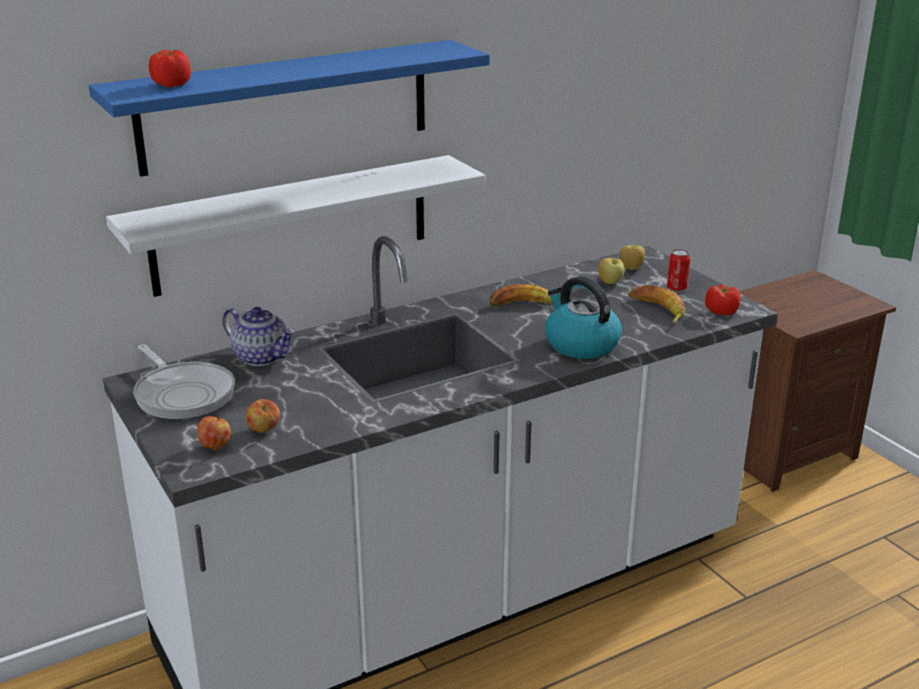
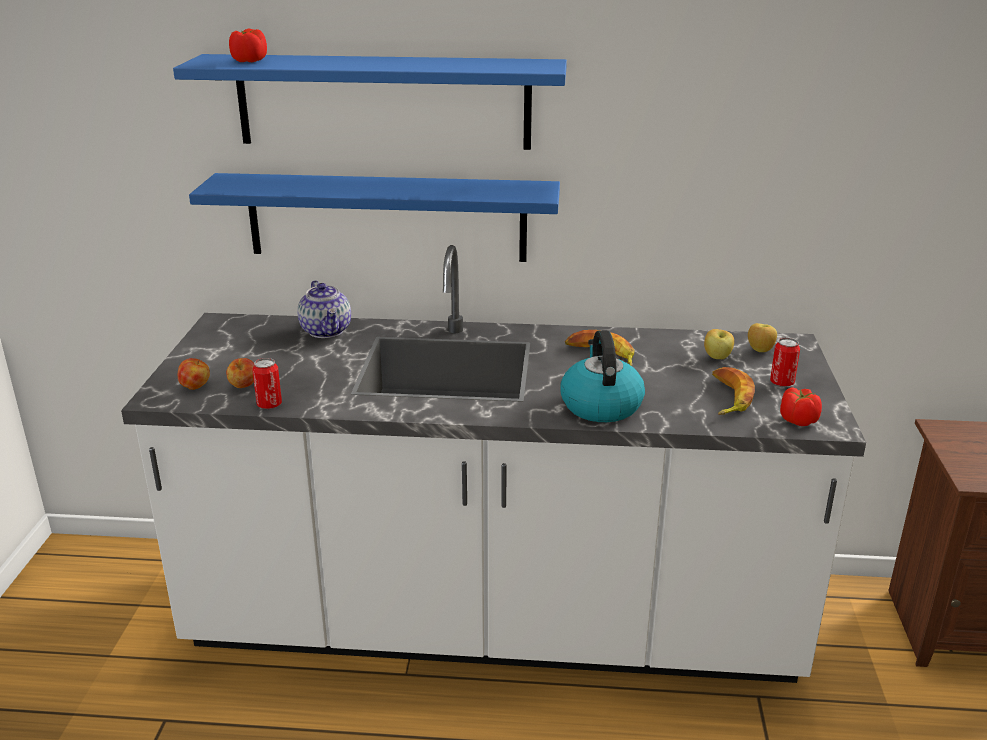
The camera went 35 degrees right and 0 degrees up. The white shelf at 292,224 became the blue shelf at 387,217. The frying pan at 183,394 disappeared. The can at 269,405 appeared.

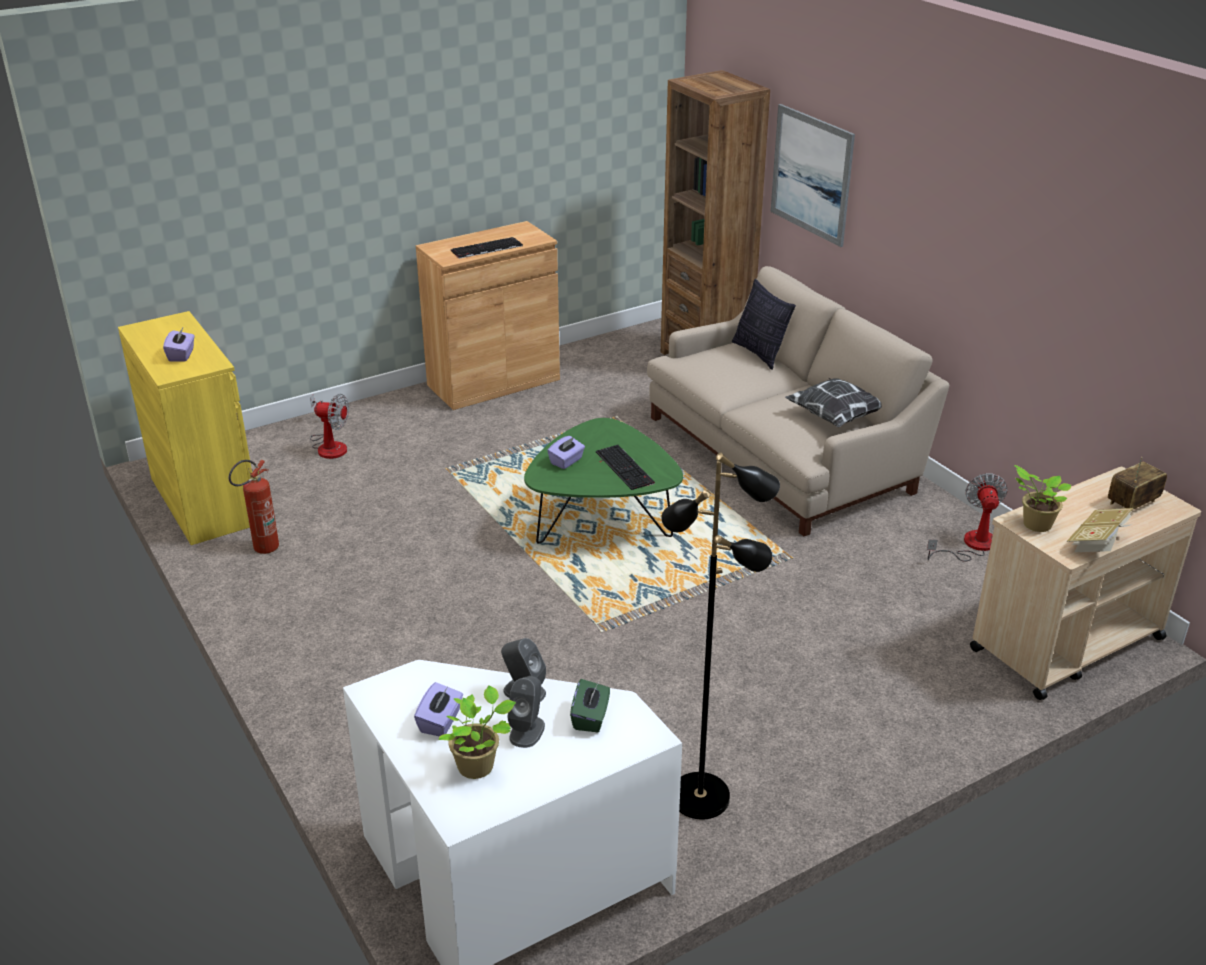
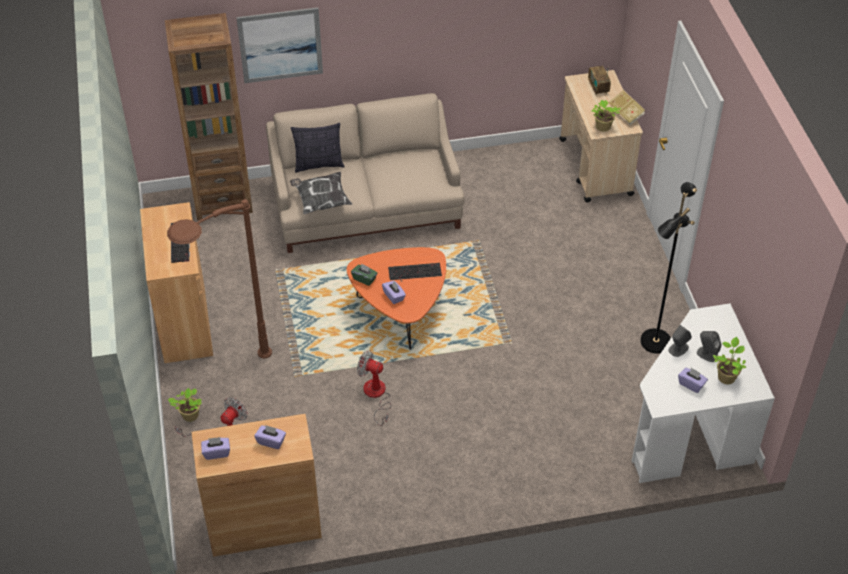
The camera went 70 degrees left and 15 degrees up. The yellow cabinet at 204,501 became the brown cabinet at 264,524. The fire extinguisher at 261,550 disappeared. The green coffee table at 602,522 became the orange coffee table at 401,312. The green tissue box moved from 590,718 to 364,279. The pillow moved from 836,416 to 321,201. The fan moved from 971,545 to 376,395. The brown floor lamp at 227,376 appeared. The potted plant at 189,416 appeared. The purple tissue box at 216,452 appeared.

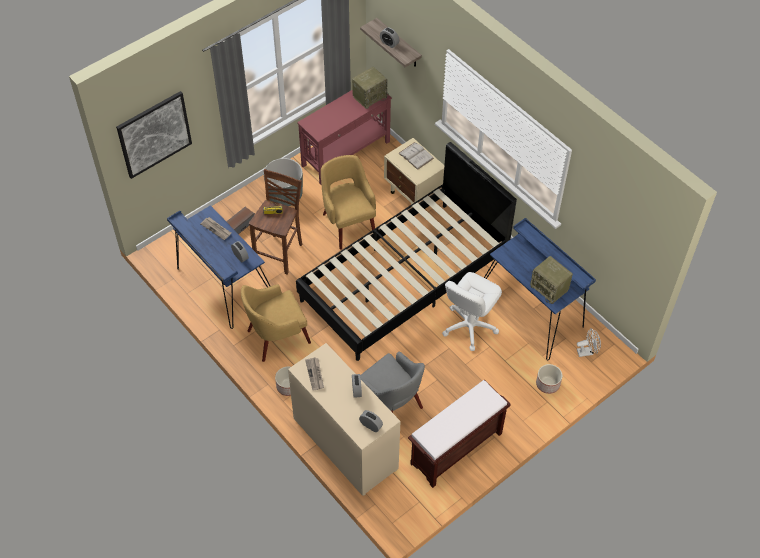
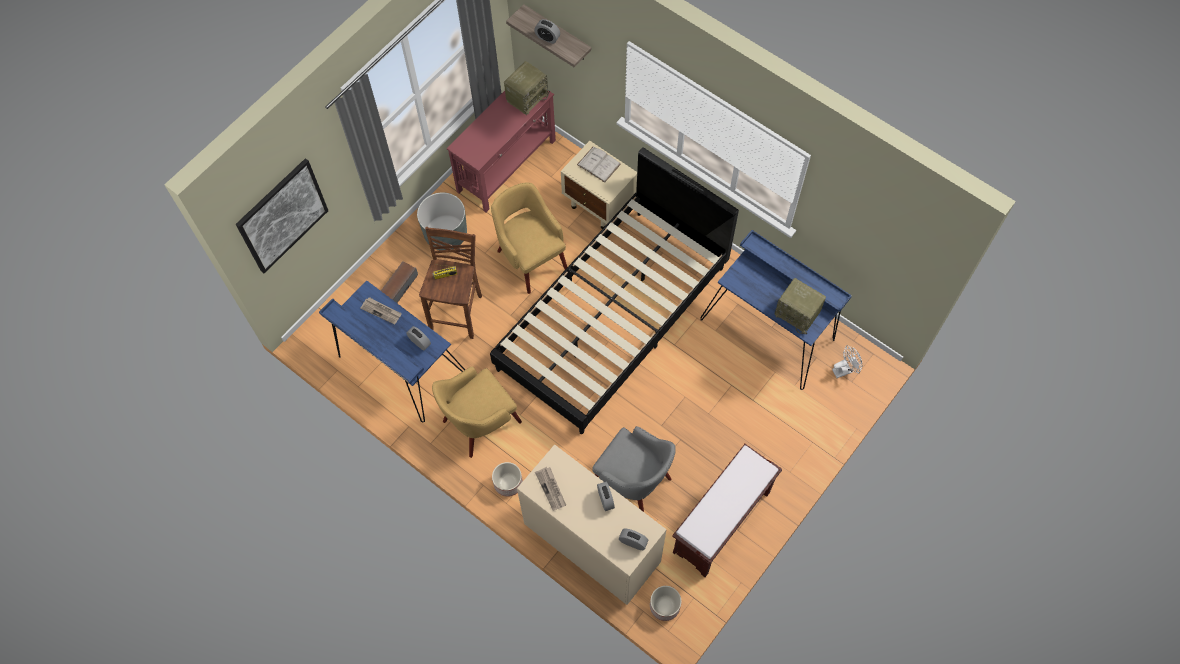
The camera went 10 degrees left and 10 degrees up. The white office chair at 469,326 disappeared. The planter moved from 547,384 to 664,606.

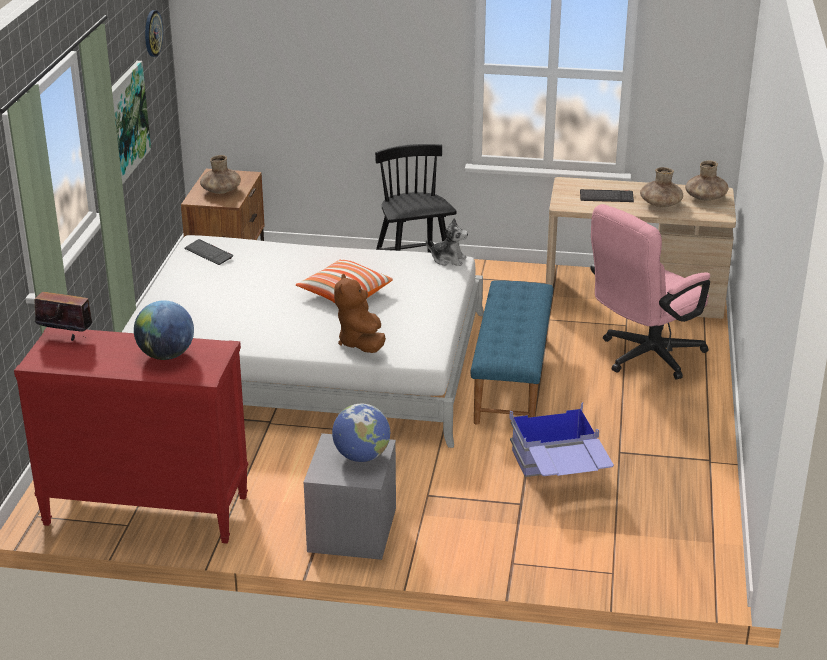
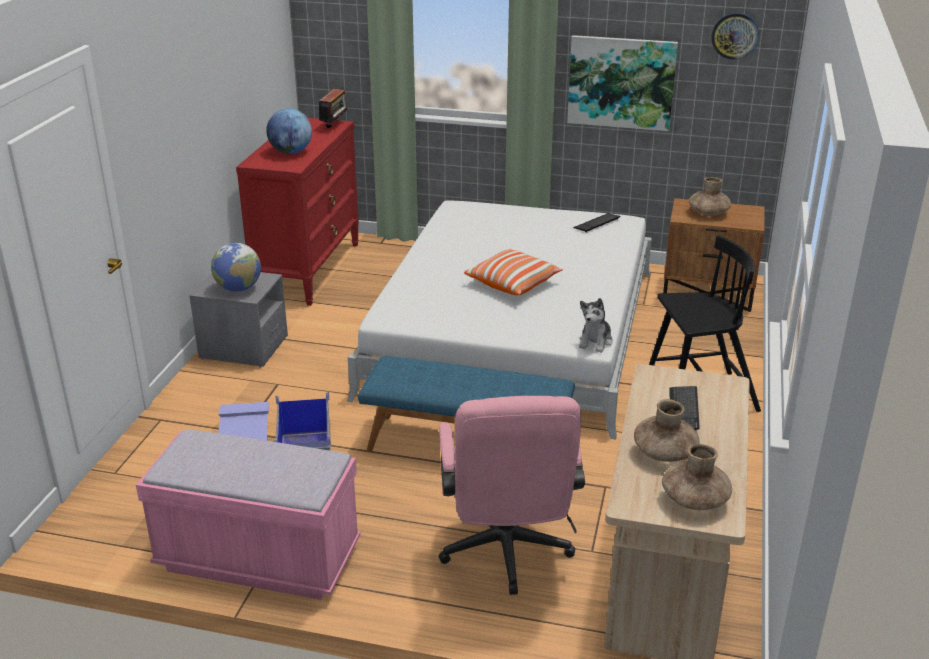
The camera went 95 degrees right and 0 degrees up. The brown plush toy at 361,343 disappeared. The pink office chair at 644,357 turned 150 degrees counterclockwise. The pink bench at 258,558 appeared.

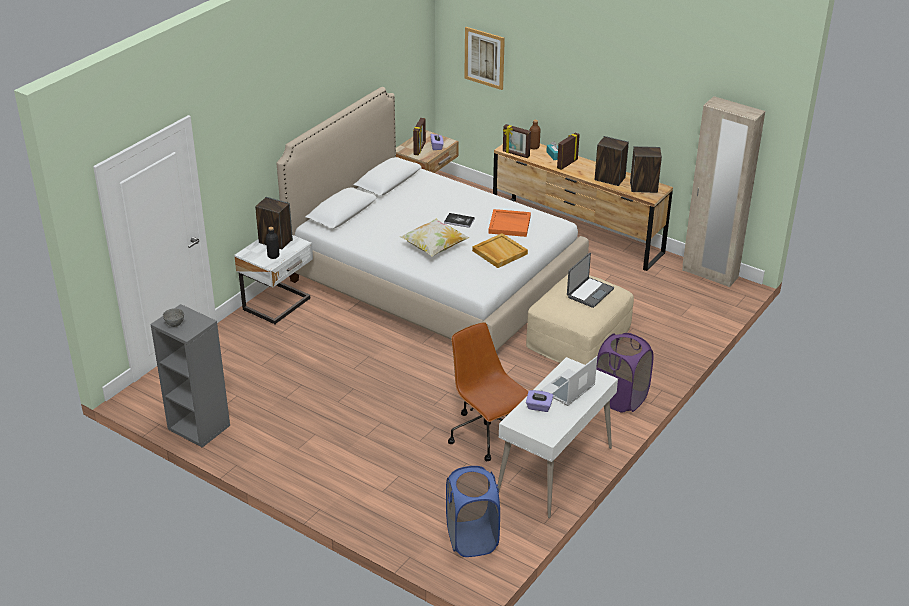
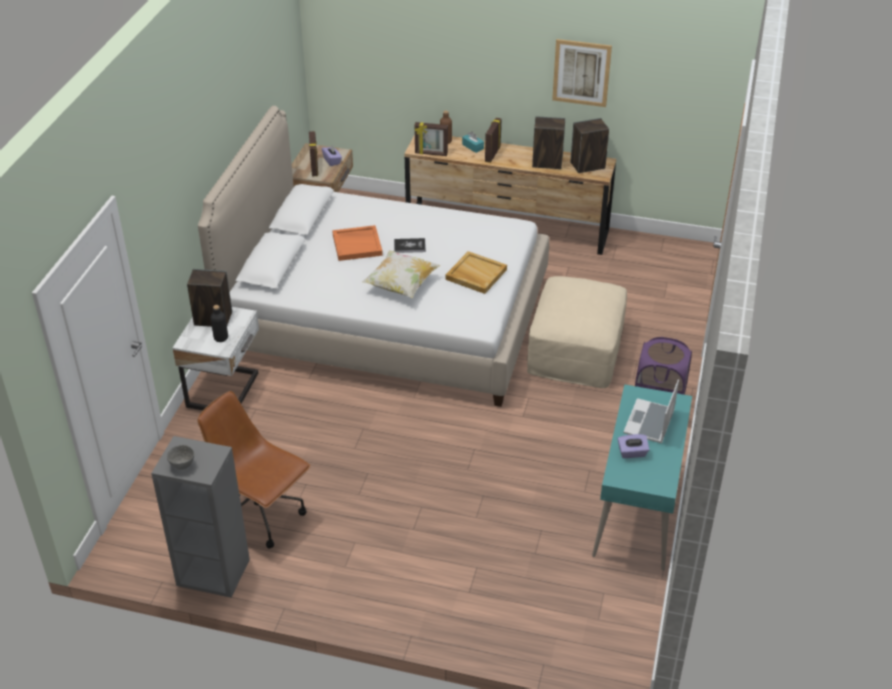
The camera went 20 degrees left and 5 degrees up. The blue laundry basket at 471,539 disappeared. The brown office chair moved from 487,435 to 261,515. The picture moved from 484,58 to 581,73. The orange tray moved from 510,224 to 357,245. The white desk at 555,470 became the turquoise desk at 638,511. The laptop at 589,293 disappeared. The beige wardrobe at 709,274 disappeared.

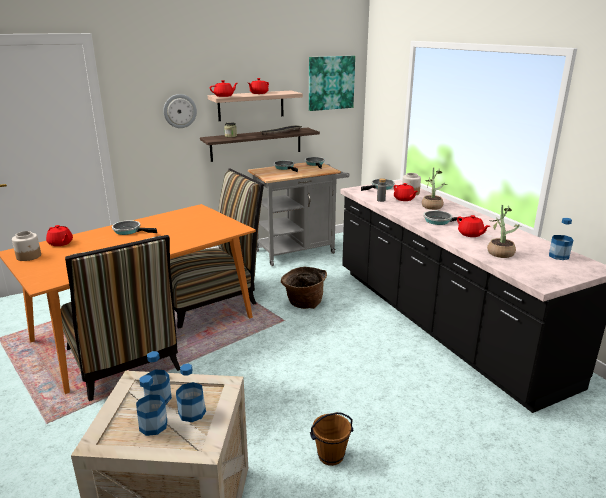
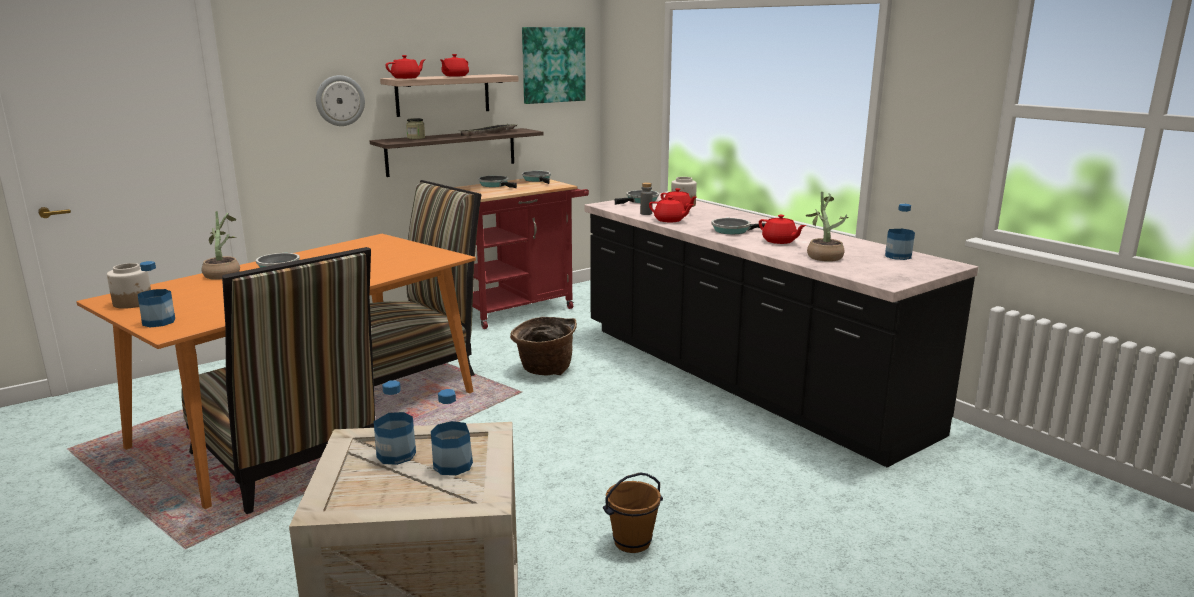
The camera went 10 degrees left and 5 degrees down. The red teapot moved from 60,243 to 670,220. The bottle moved from 153,425 to 159,322. The grey cart at 299,251 became the red cart at 520,308. The potted plant moved from 431,206 to 223,274.

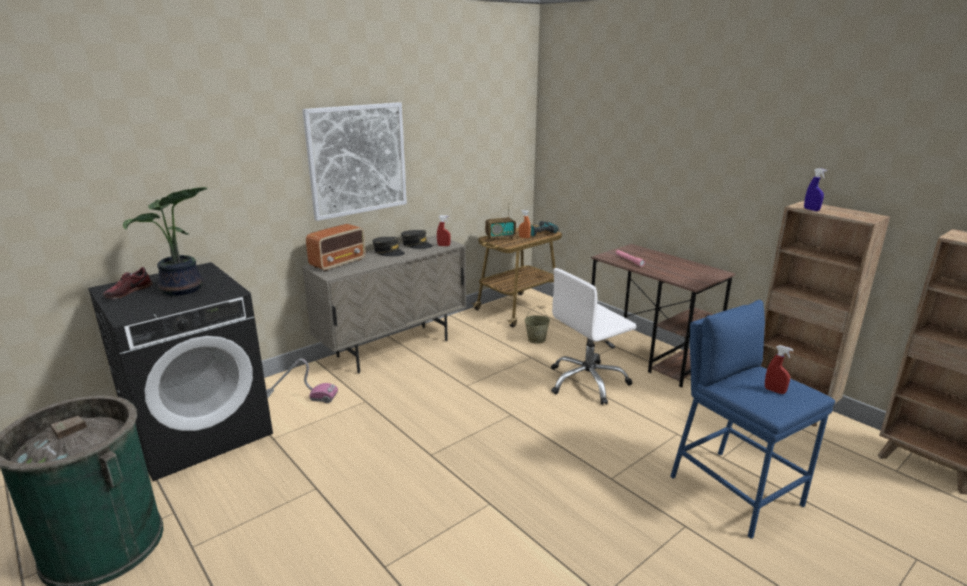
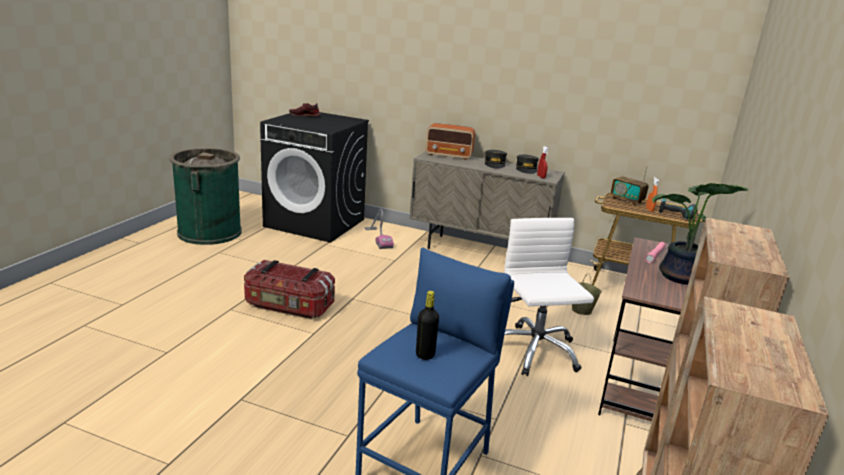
The camera went 60 degrees right and 0 degrees up. The potted plant moved from 182,290 to 680,278. The picture at 357,160 disappeared. The white office chair at 587,382 turned 45 degrees clockwise. The red spray bottle at 774,391 was replaced by the black bottle at 425,354. The blue spray bottle at 811,210 disappeared. The storage box at 289,306 appeared.

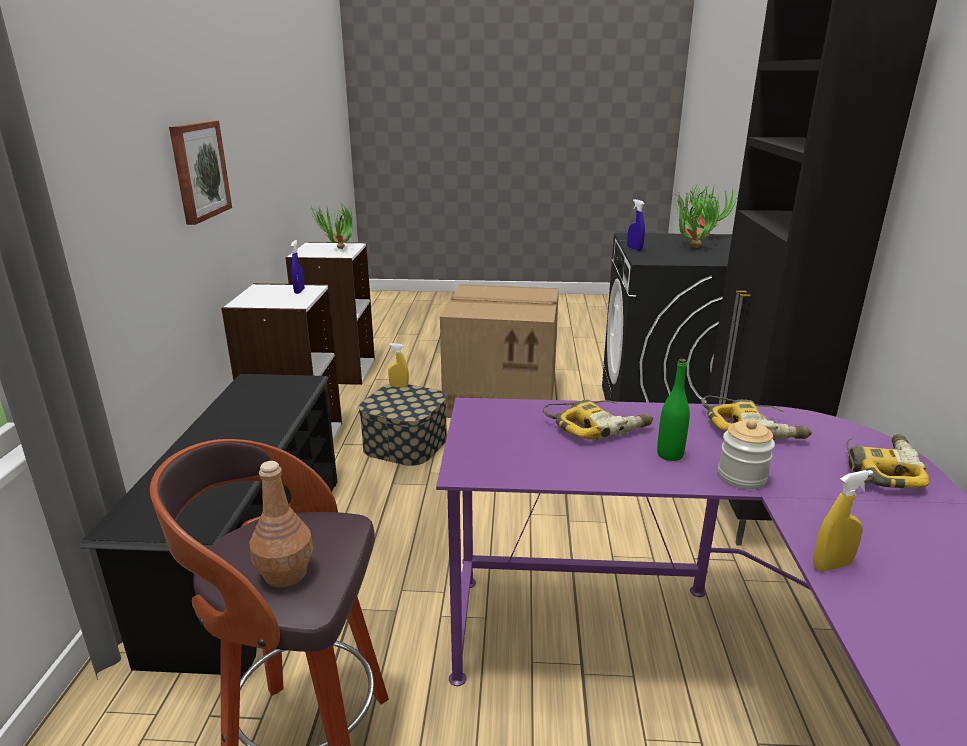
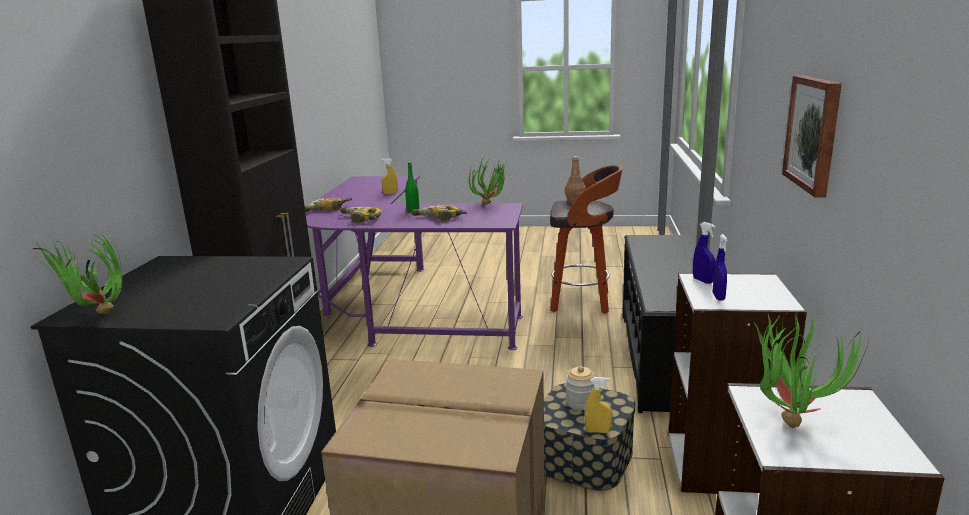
The camera went 175 degrees left and 5 degrees down. The blue spray bottle moved from 634,249 to 702,281. The potted plant moved from 689,248 to 491,204. The jar moved from 741,477 to 580,402.

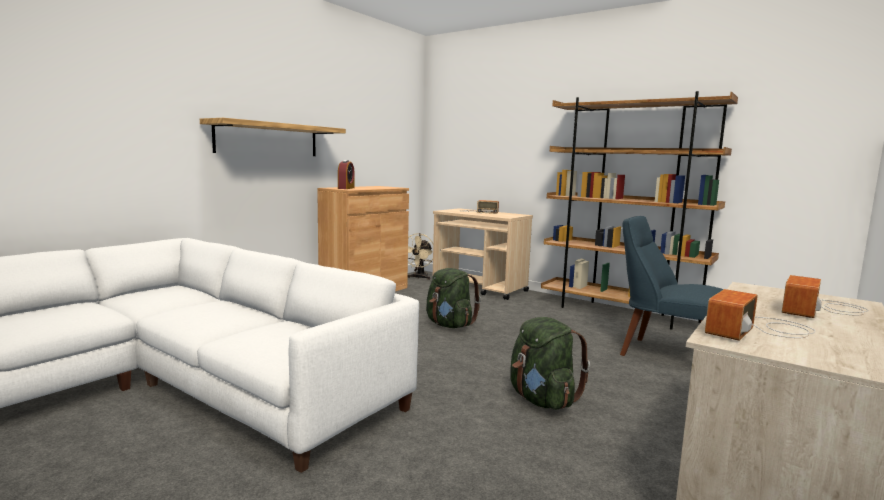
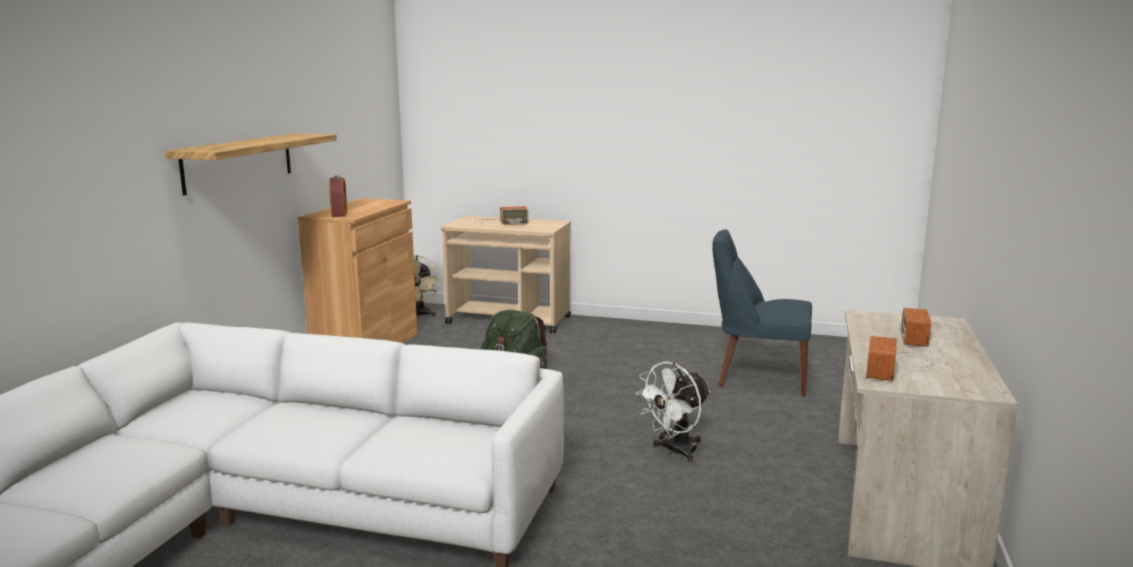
The camera went 20 degrees left and 5 degrees up. The green backpack at 542,400 was replaced by the white fan at 675,451. The brown bookcase at 620,313 disappeared.

